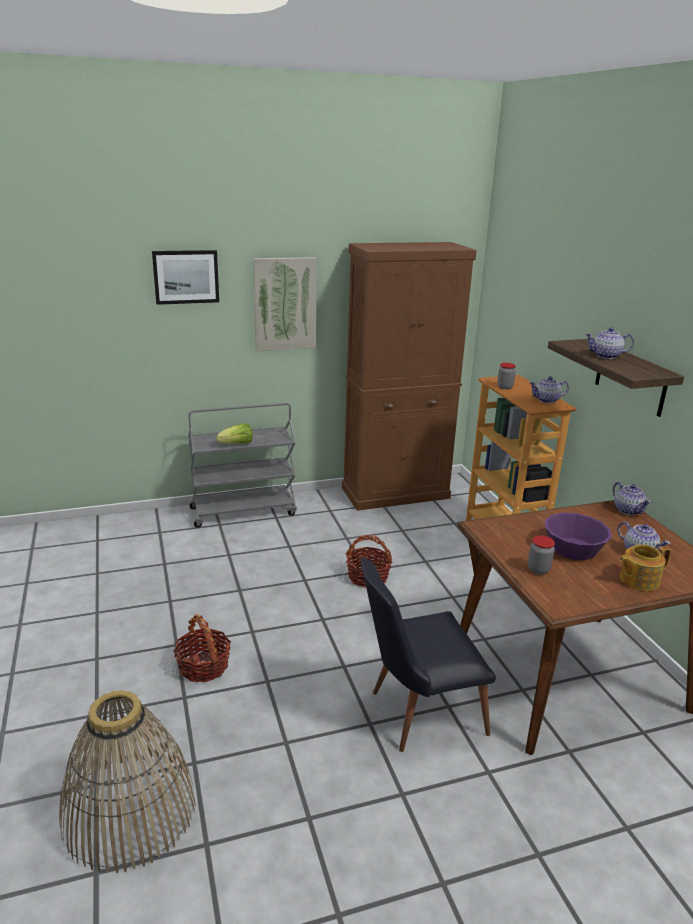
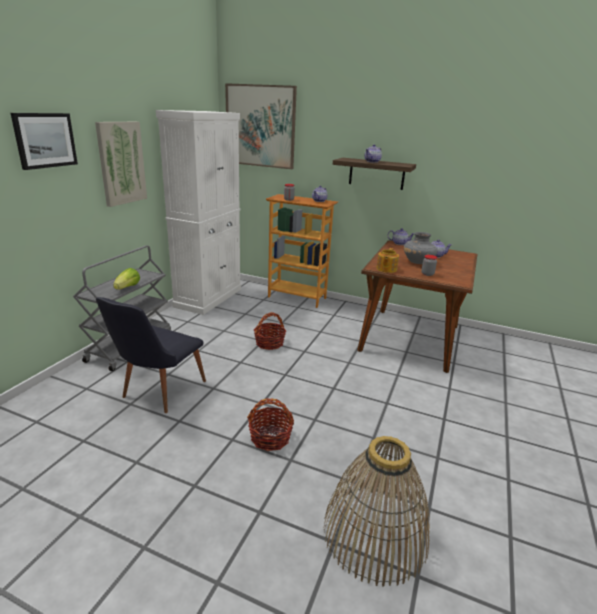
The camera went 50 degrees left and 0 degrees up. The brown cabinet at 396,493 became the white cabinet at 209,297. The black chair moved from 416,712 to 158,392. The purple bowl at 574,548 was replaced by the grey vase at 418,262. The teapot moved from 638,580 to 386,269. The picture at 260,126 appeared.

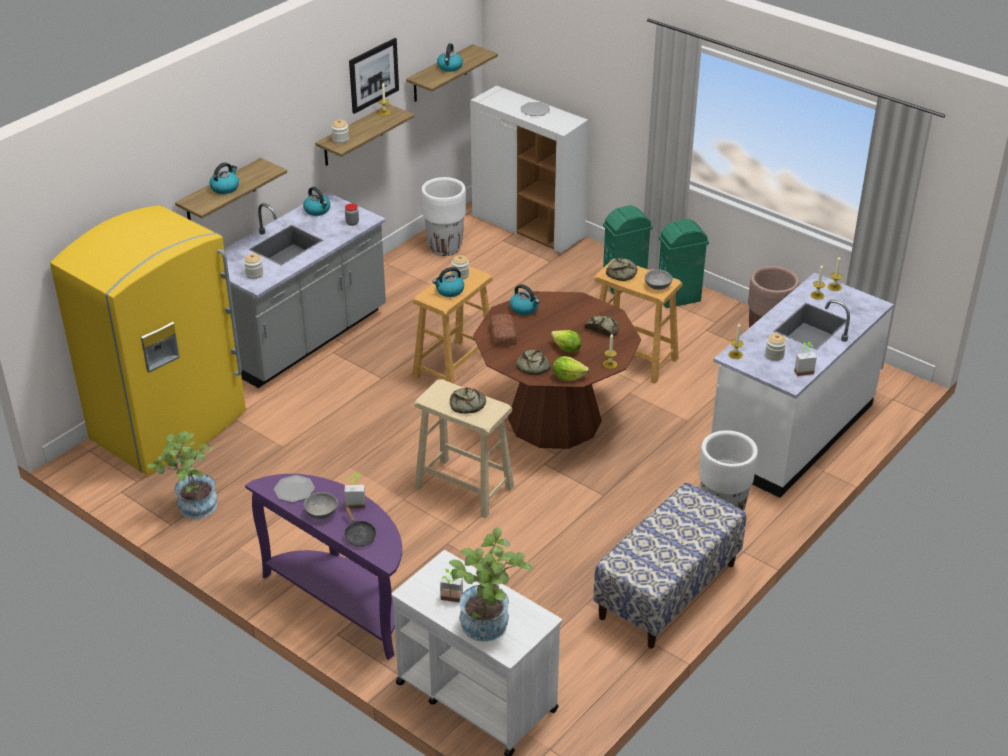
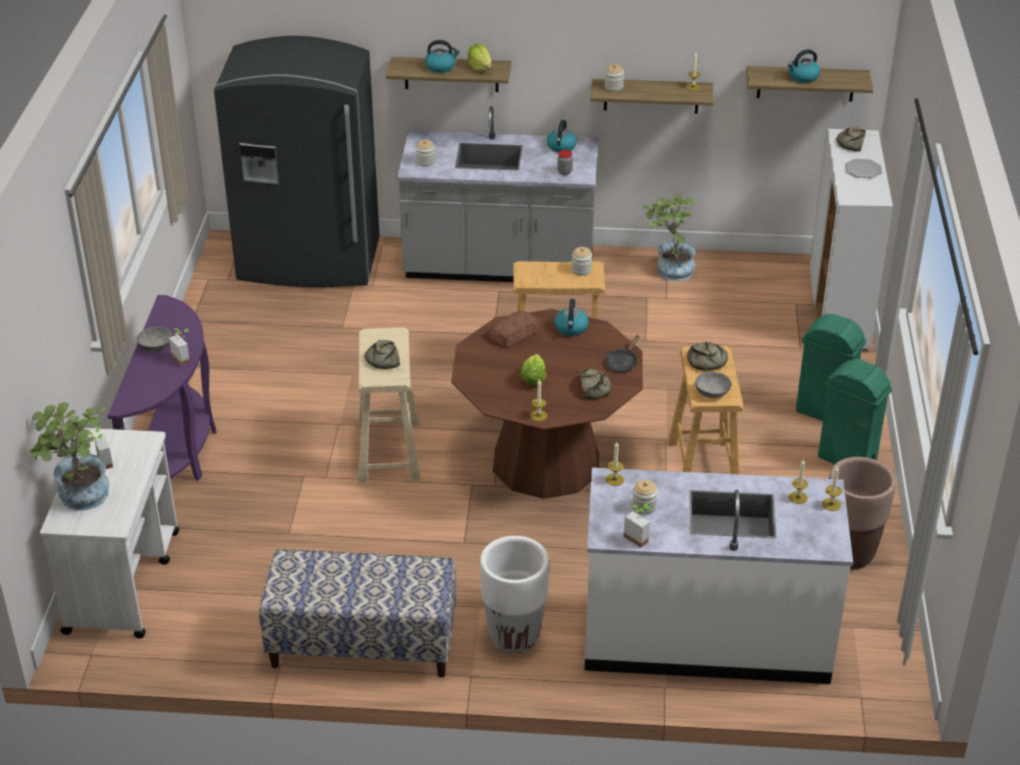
The camera went 55 degrees right and 0 degrees up. The yellow fridge at 171,427 became the grey fridge at 309,261. The potted plant moved from 192,508 to 669,270. The plate at 294,490 disappeared. The black frying pan moved from 358,535 to 622,363. The picture at 373,75 disappeared. The white planter at 445,248 disappeared. The kettle at 449,291 disappeared. The bread moved from 532,366 to 851,143. The lettuce moved from 568,377 to 480,67.

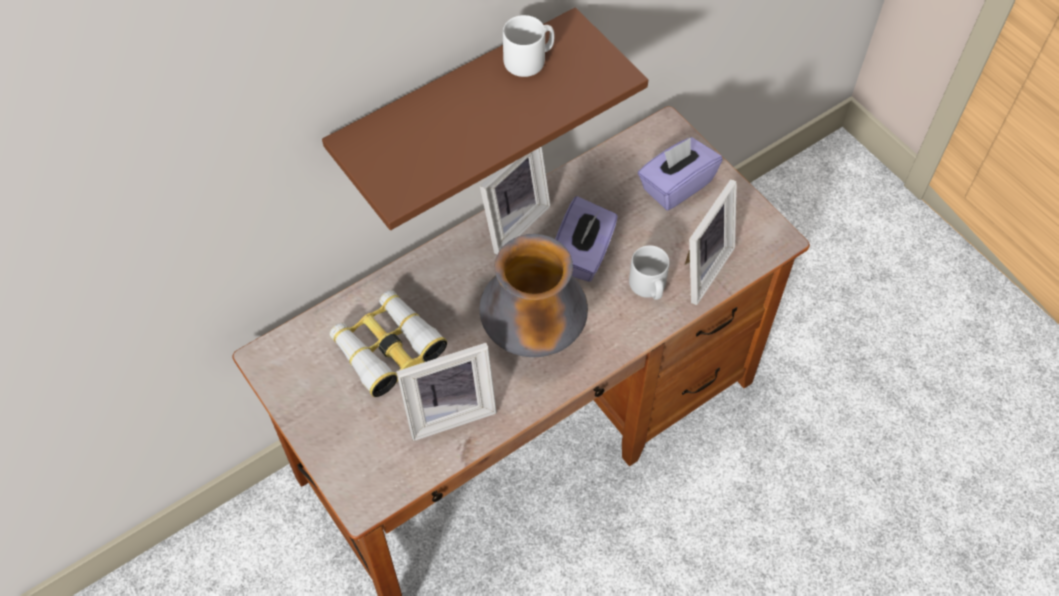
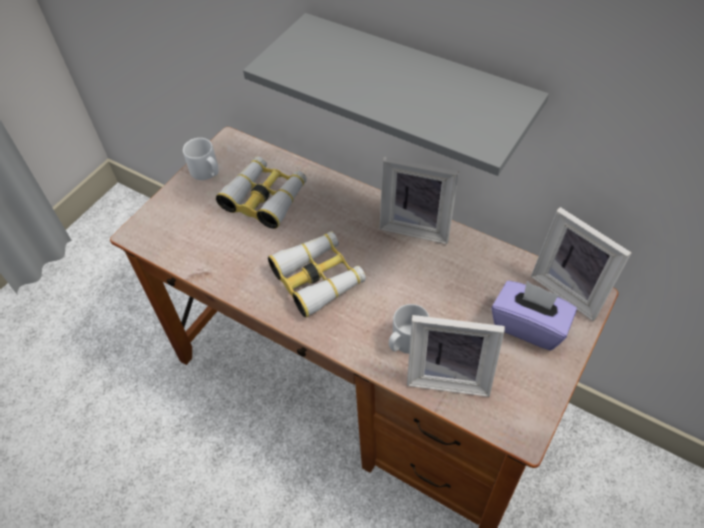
The camera went 70 degrees right and 5 degrees down. The brown shelf at 456,105 became the grey shelf at 417,89. The picture frame moved from 449,410 to 571,288. The vase at 533,334 was replaced by the binoculars at 318,278. The white mug moved from 529,60 to 207,172. The purple tissue box at 583,254 disappeared.

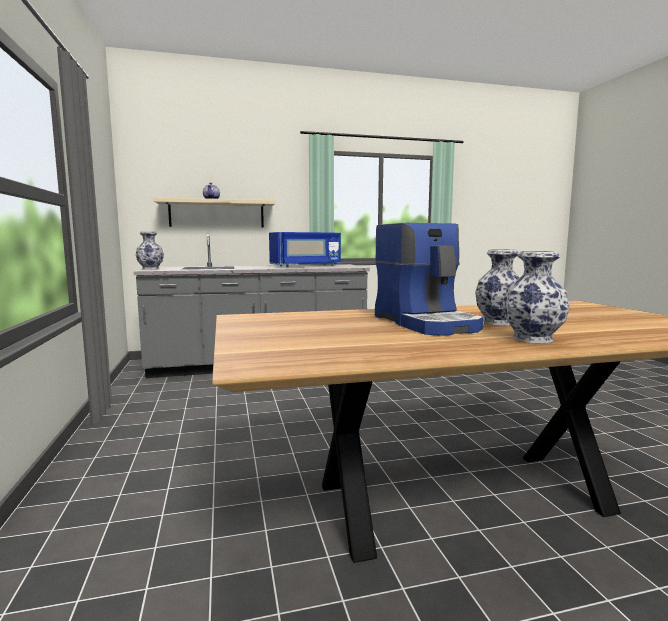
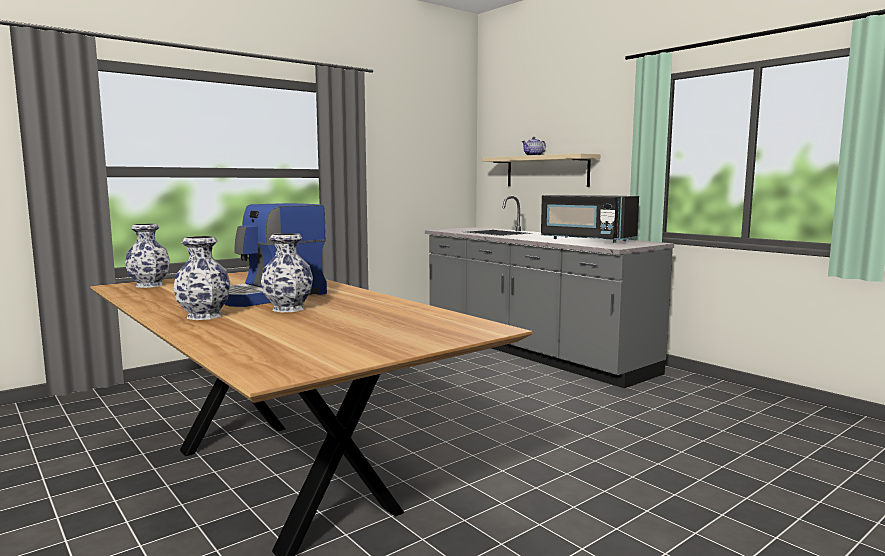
The camera went 65 degrees right and 0 degrees up. The vase moved from 151,269 to 150,285. The blue microwave at 306,266 became the black microwave at 586,240.

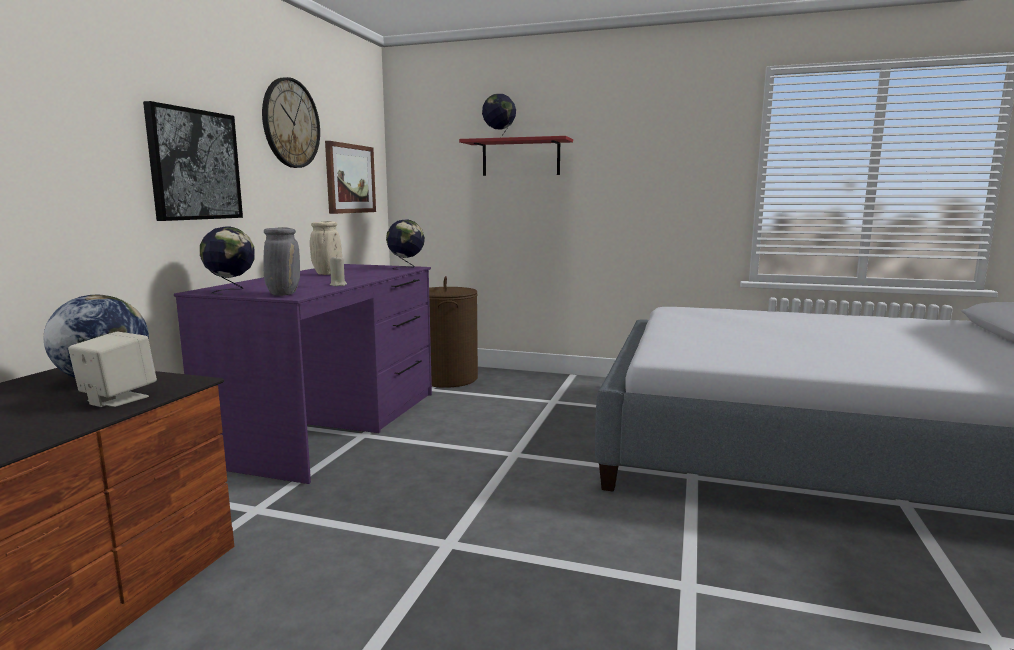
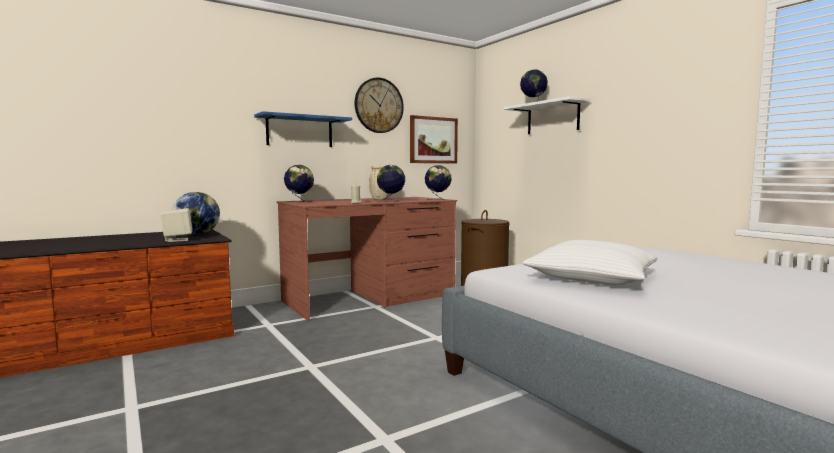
The camera went 40 degrees right and 5 degrees down. The picture at 194,165 was replaced by the blue shelf at 299,131. The purple desk at 332,425 became the brown desk at 370,298. The grey vase at 283,294 disappeared. The red shelf at 521,158 became the white shelf at 553,118. The globe at 391,201 appeared. The white pillow at 591,277 appeared.

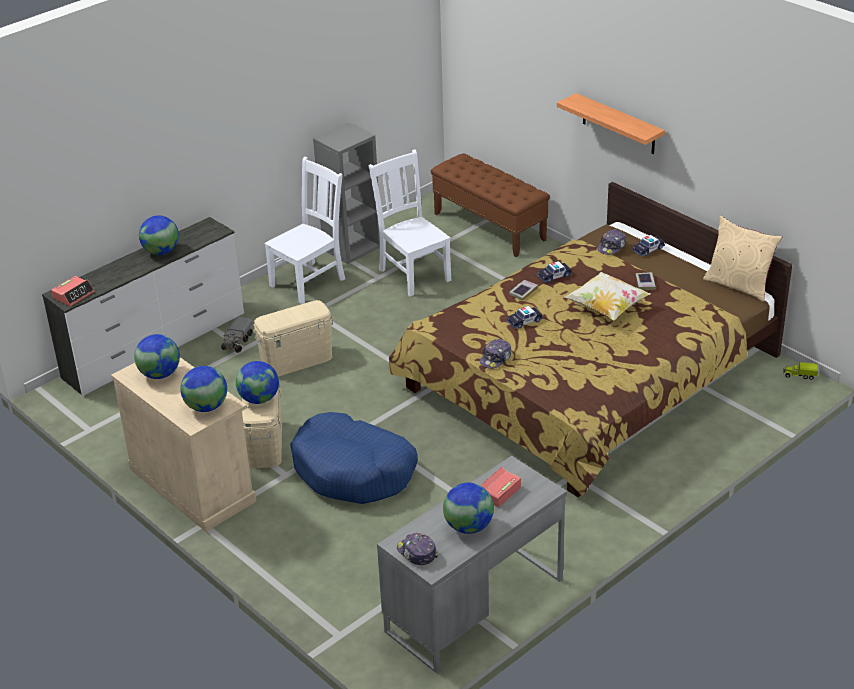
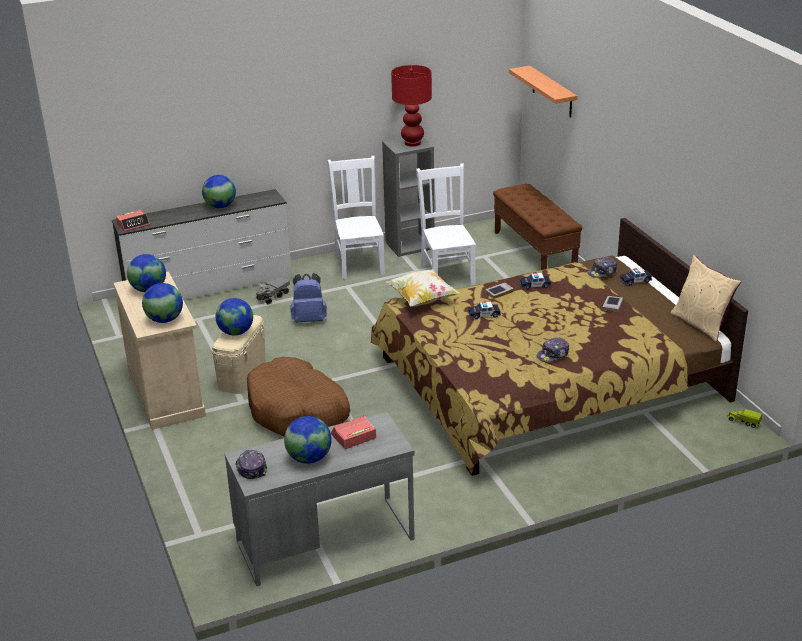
The camera went 20 degrees right and 5 degrees down. The beige storage box at 297,360 was replaced by the blue backpack at 309,319. The white chair at 309,281 turned 75 degrees counterclockwise. The blue dog bed at 354,471 became the brown dog bed at 297,411. The cap moved from 496,358 to 553,355. The shelf moved from 618,124 to 552,92. The pillow moved from 606,308 to 422,299. The red table lamp at 412,143 appeared.

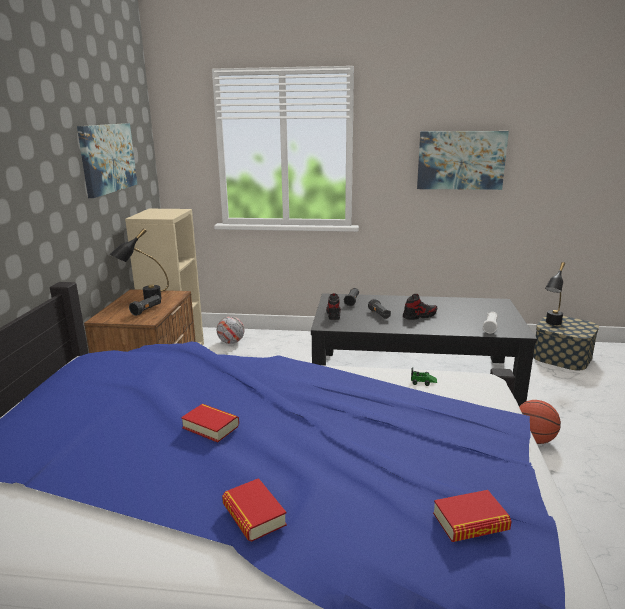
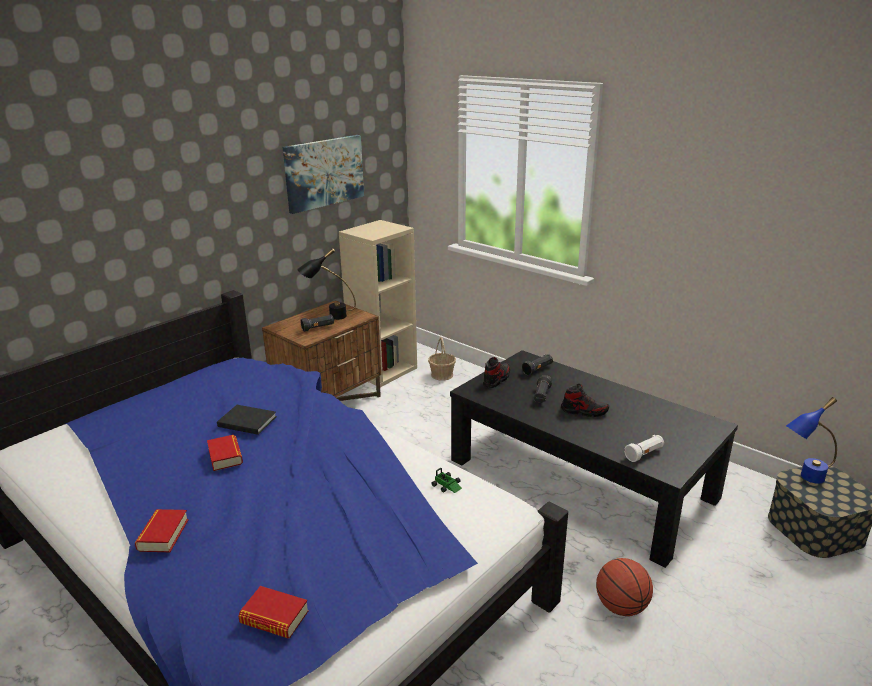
The camera went 35 degrees right and 5 degrees up. The football at 231,342 was replaced by the basket at 442,375. The picture at 461,160 disappeared. The black table lamp at 551,324 became the blue table lamp at 804,479. The black book at 246,421 appeared.

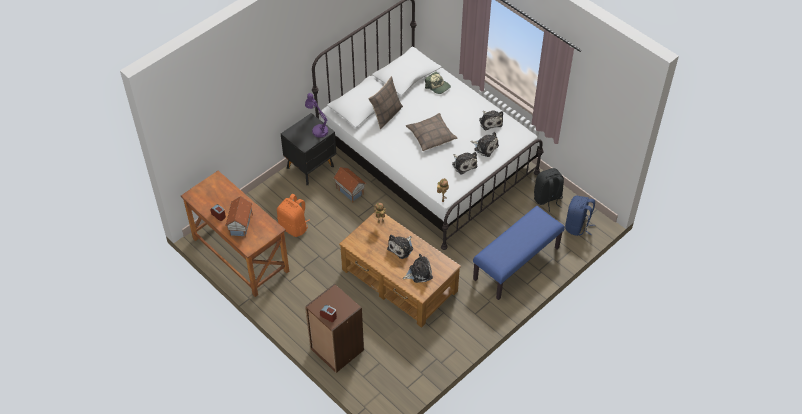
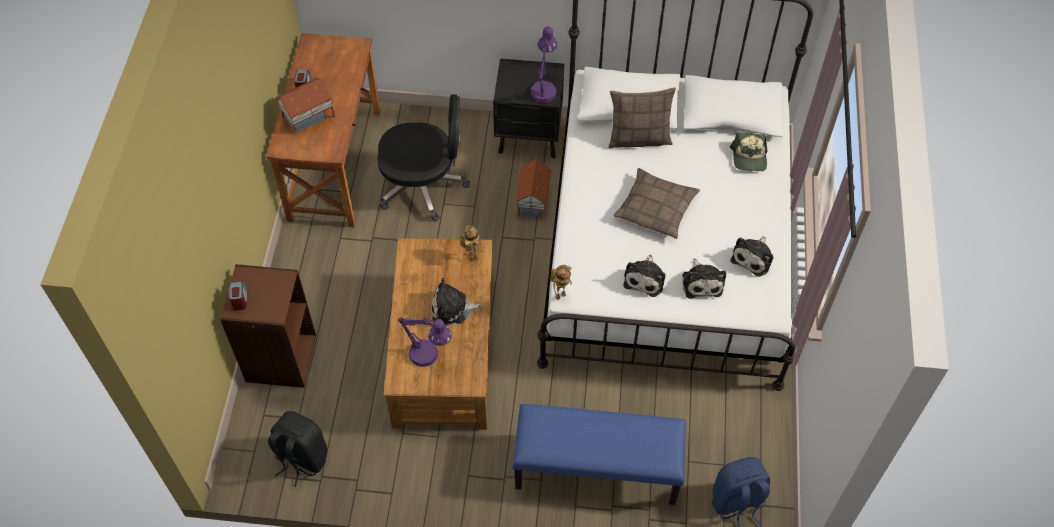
The camera went 50 degrees right and 5 degrees up. The orange backpack at 294,227 was replaced by the black office chair at 424,185. The plush toy at 419,273 was replaced by the purple table lamp at 429,356. The black backpack moved from 547,199 to 301,458.

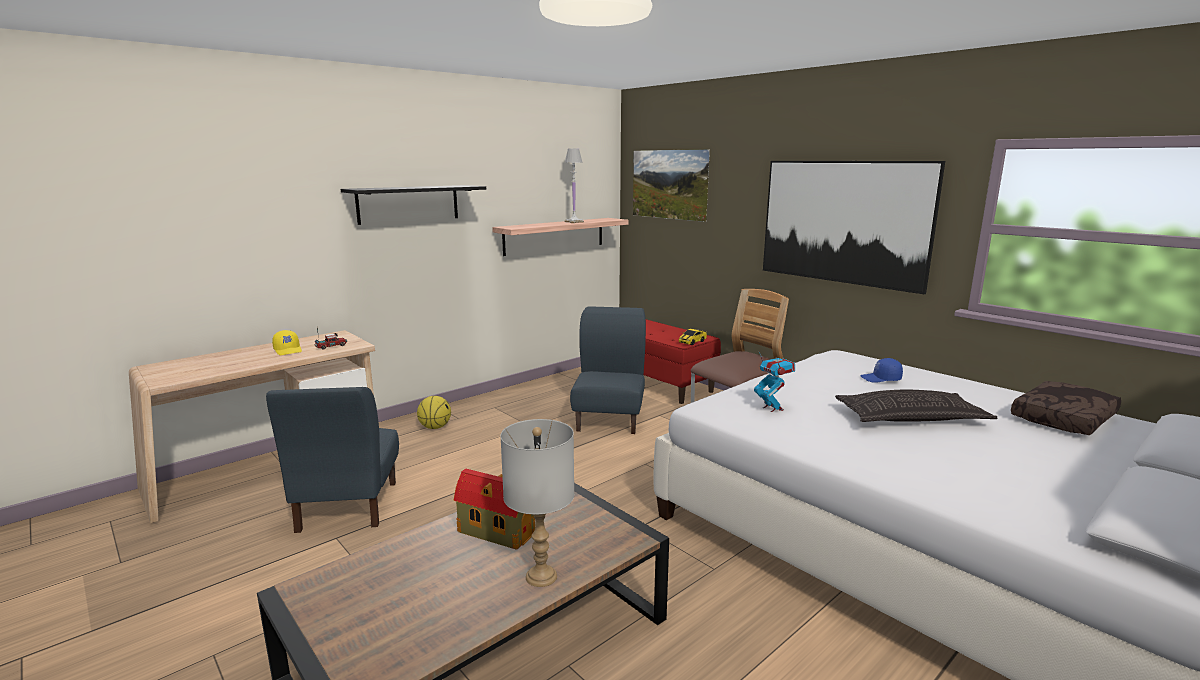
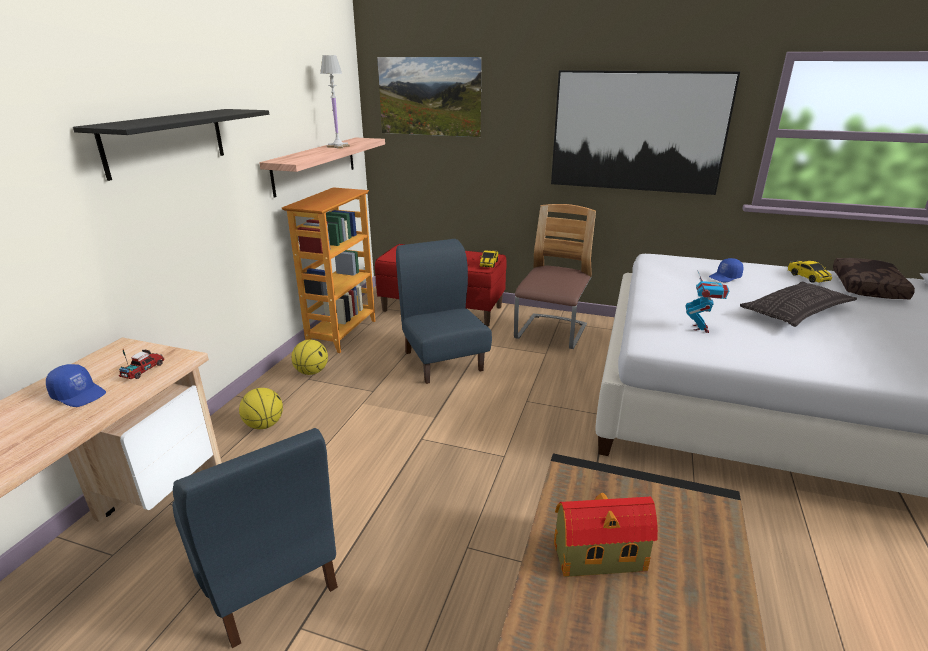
The camera went 30 degrees left and 10 degrees up. The yellow cap at 288,350 became the blue cap at 79,394. The grey table lamp at 540,576 disappeared. The toy robot at 772,408 turned 75 degrees clockwise. The bookcase at 341,333 appeared. The basketball at 312,372 appeared. The toy car at 807,277 appeared.

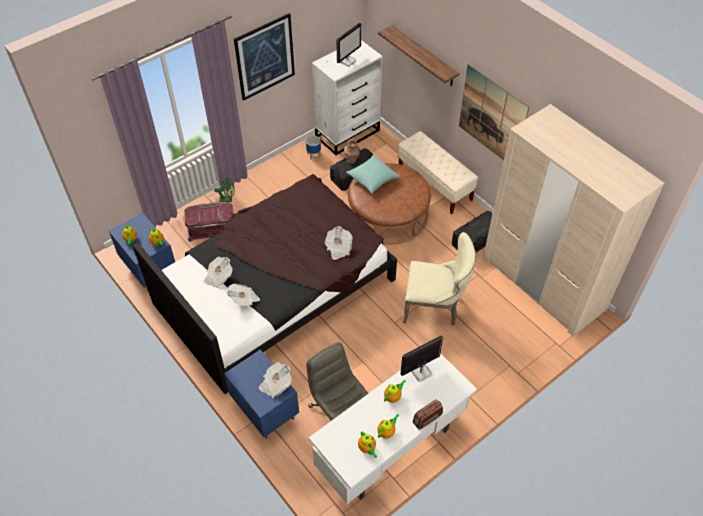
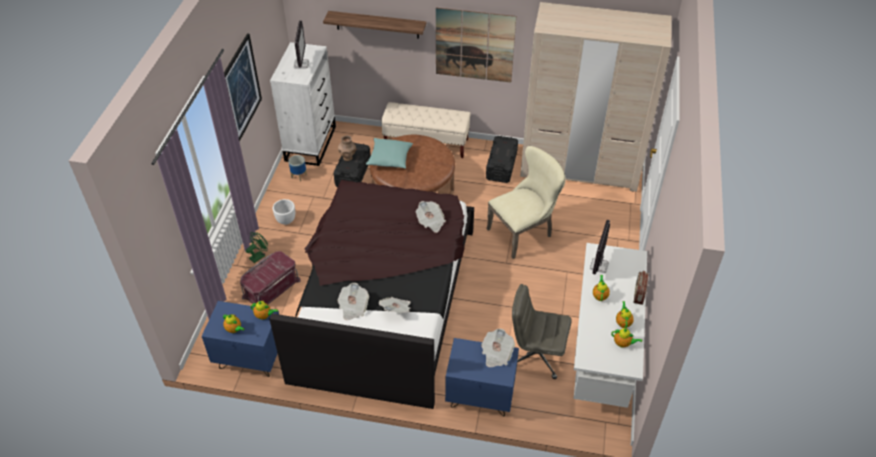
The camera went 40 degrees left and 5 degrees down. The white planter at 286,221 appeared.

